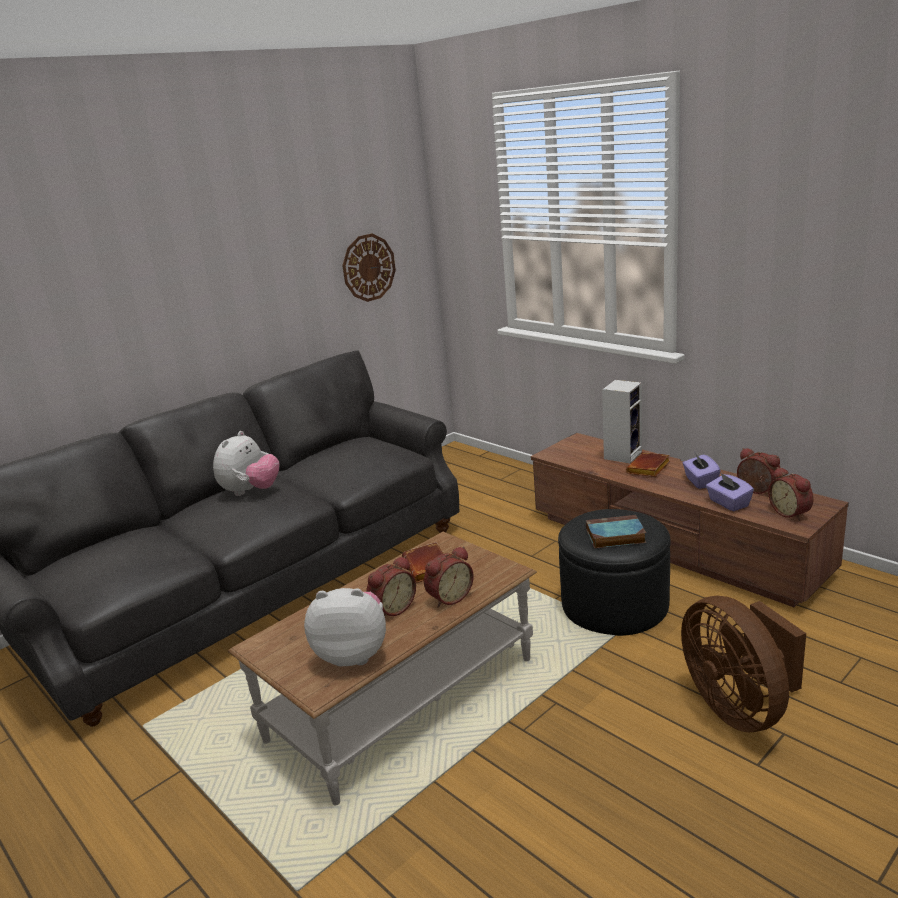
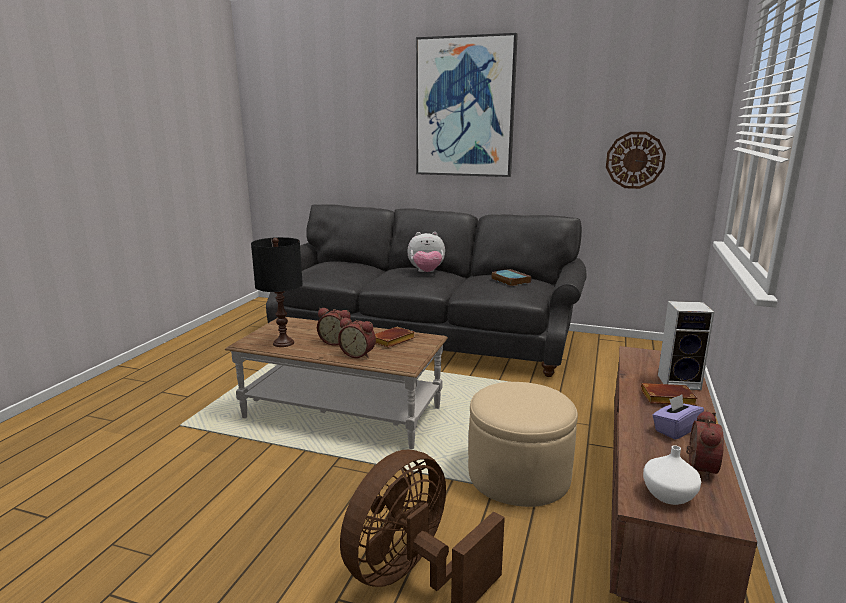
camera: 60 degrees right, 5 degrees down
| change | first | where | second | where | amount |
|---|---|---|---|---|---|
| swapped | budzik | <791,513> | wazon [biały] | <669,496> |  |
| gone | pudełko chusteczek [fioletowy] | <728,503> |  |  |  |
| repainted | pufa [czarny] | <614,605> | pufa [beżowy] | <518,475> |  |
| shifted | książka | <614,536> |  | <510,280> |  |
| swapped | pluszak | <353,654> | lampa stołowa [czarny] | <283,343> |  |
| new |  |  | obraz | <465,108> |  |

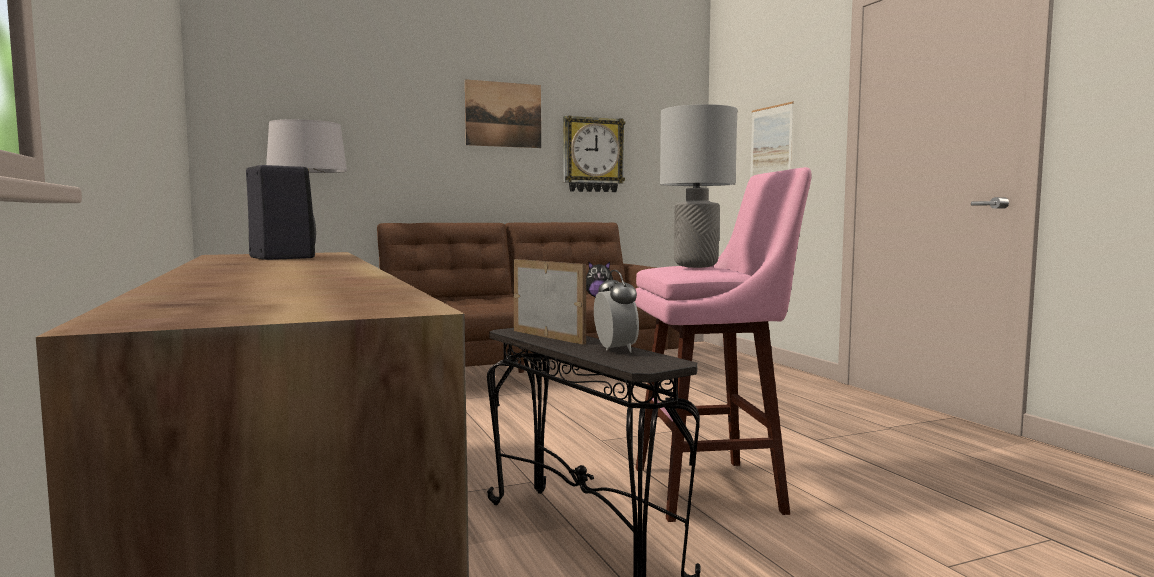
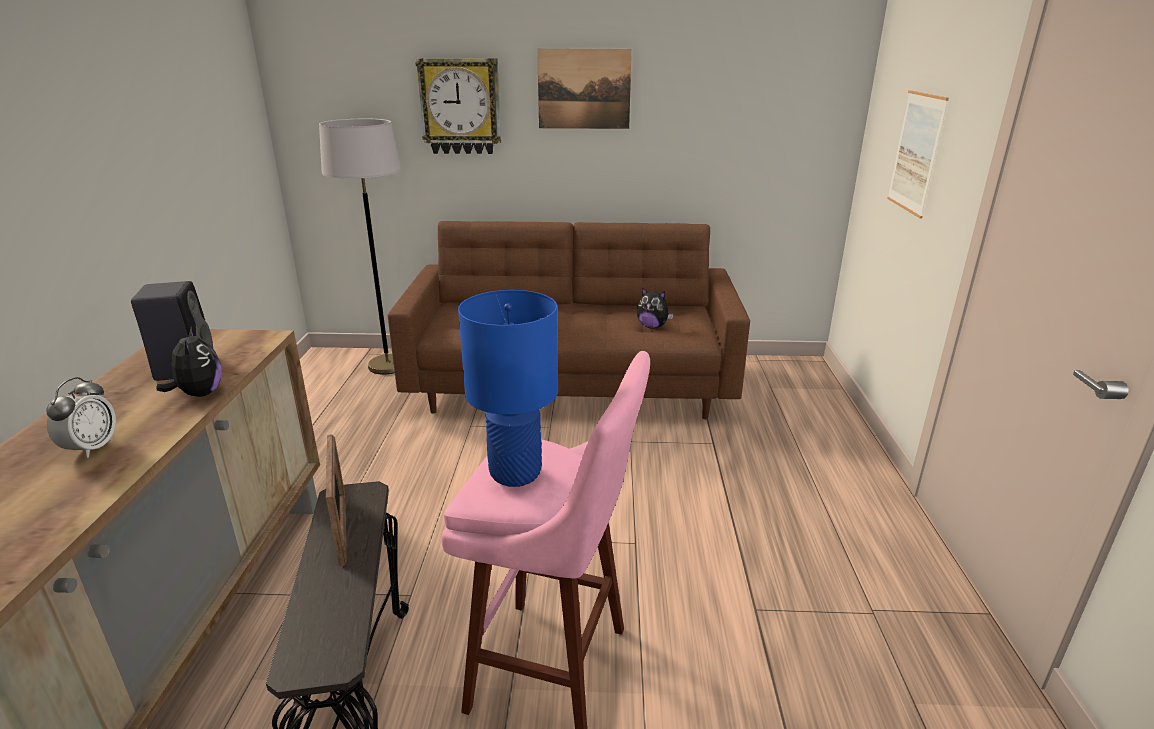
camera: 25 degrees right, 20 degrees up
| change | first | where | second | where | amount |
|---|---|---|---|---|---|
| repainted | lampa stołowa [szary] | <695,267> | lampa stołowa [niebieski] | <514,477> |  |
| shifted | zegar ścienny | <592,155> |  | <461,106> |  |
| shifted | budzik | <615,350> |  | <92,448> |  |
| new |  |  | pluszak | <199,394> |  |

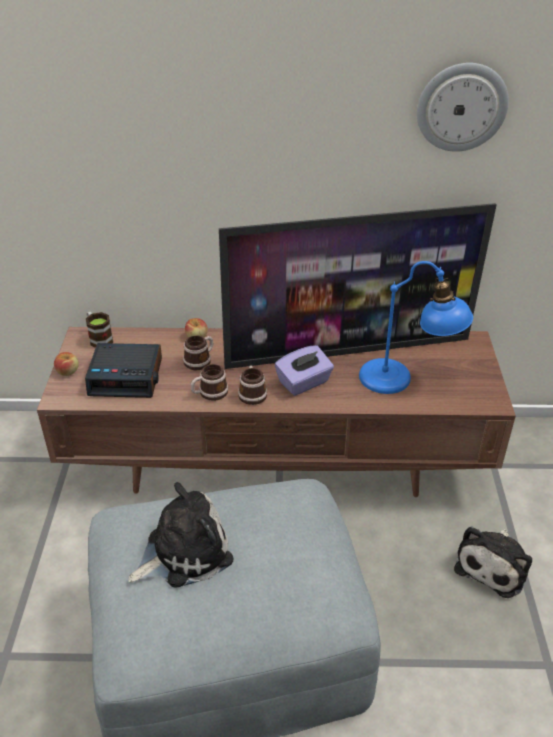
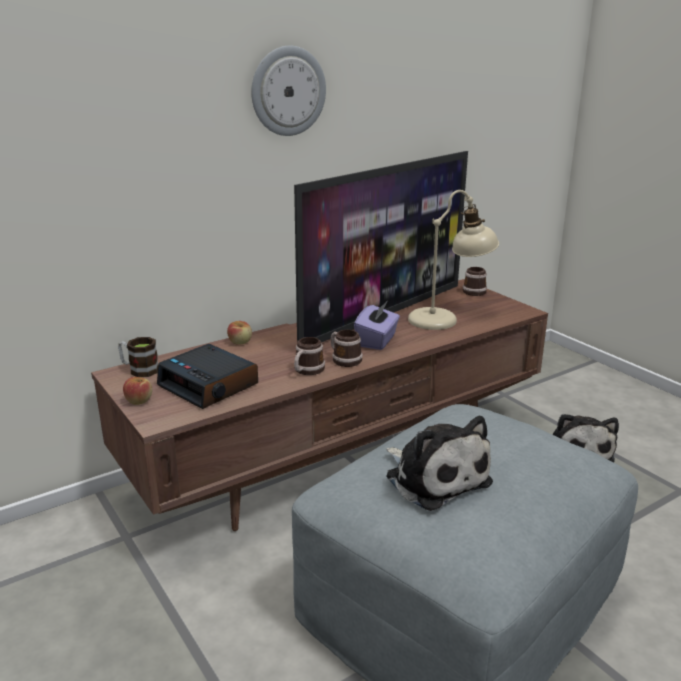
camera: 35 degrees left, 15 degrees down
| change | first | where | second | where | amount |
|---|---|---|---|---|---|
| shifted | zegar ścienny | <461,107> |  | <288,91> |  |
| repainted | lampa stołowa [niebieski] | <408,378> | lampa stołowa [beżowy] | <449,315> |  |
| shifted | kubek | <200,360> |  | <474,290> |  |
| rotated | budzik | <127,377> |  | <209,385> | 75 degrees clockwise |
| rotated | pluszak | <184,551> |  | <434,477> | 120 degrees clockwise |

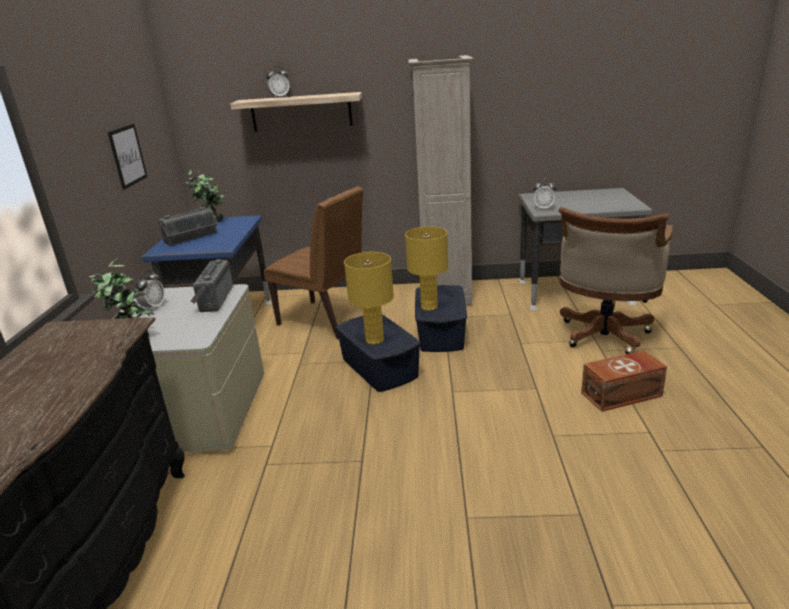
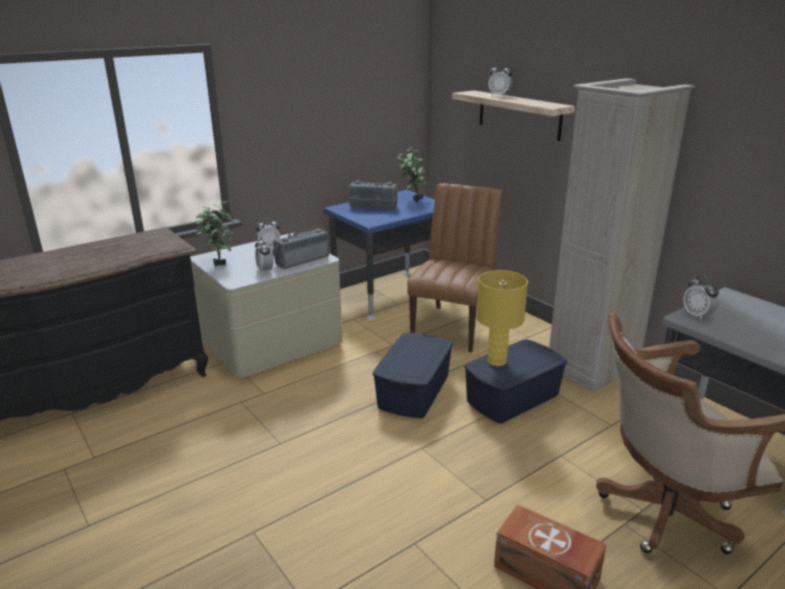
camera: 50 degrees right, 0 degrees up
| change | first | where | second | where | amount |
|---|---|---|---|---|---|
| gone | obraz | <127,156> |  |  |  |
| rotated | krzesło [brązowy] | <324,320> |  | <453,329> | 150 degrees counterclockwise |
| gone | lampa stołowa [żółty] | <374,339> |  |  |  |
| new |  |  | budzik | <265,270> |  |

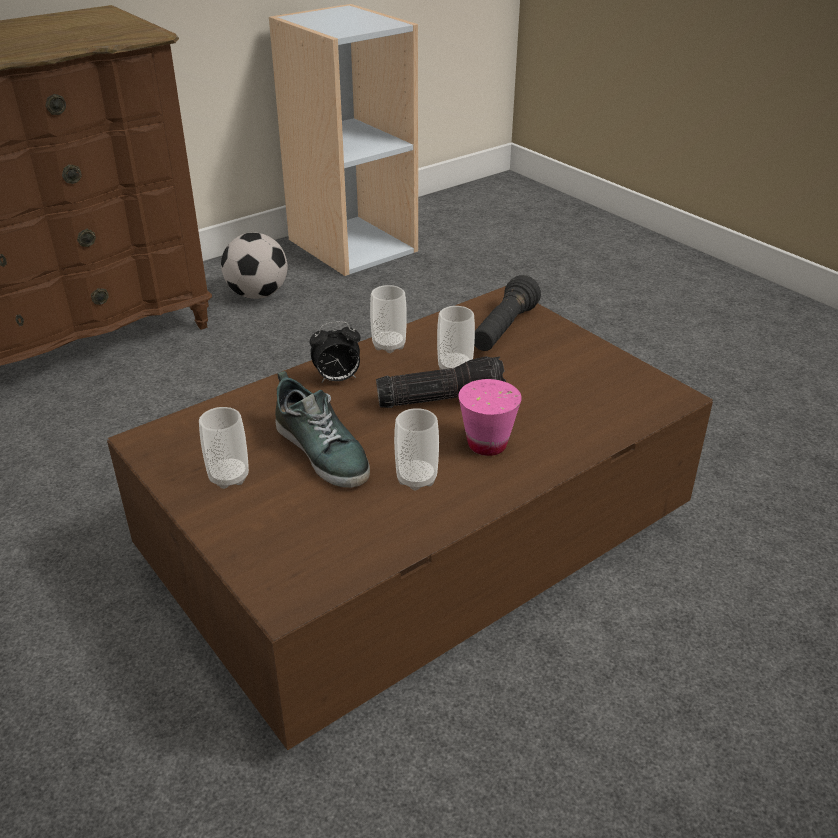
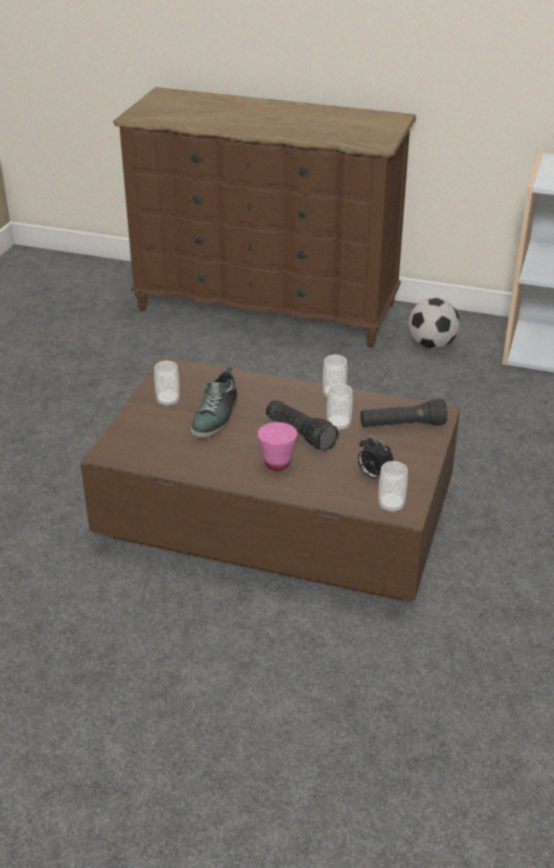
camera: 55 degrees right, 0 degrees up
| change | first | where | second | where | amount |
|---|---|---|---|---|---|
| shifted | budzik | <337,379> |  | <373,475> |  |
| shifted | filiżanka | <416,479> |  | <391,505> |  |

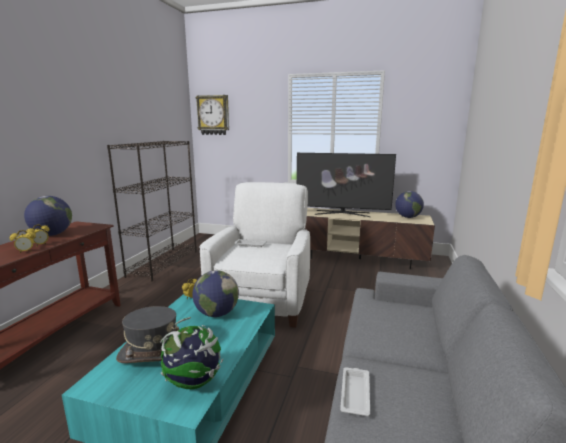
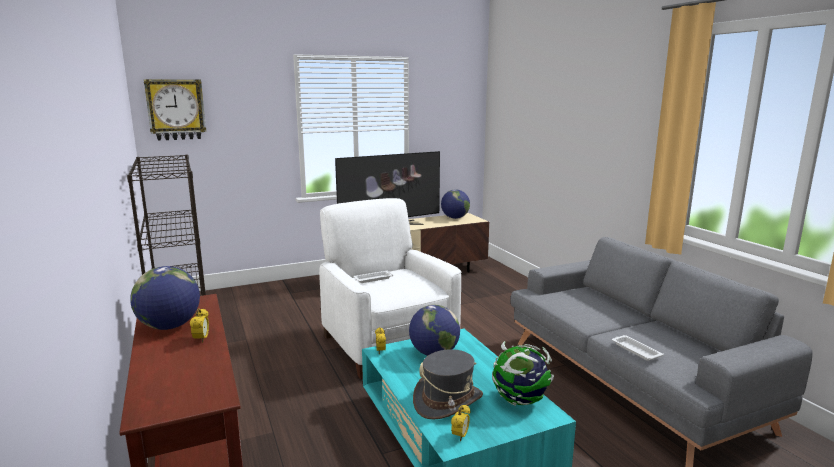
camera: 40 degrees left, 0 degrees up
| change | first | where | second | where | amount |
|---|---|---|---|---|---|
| shifted | budzik | <26,251> |  | <460,436> |  |

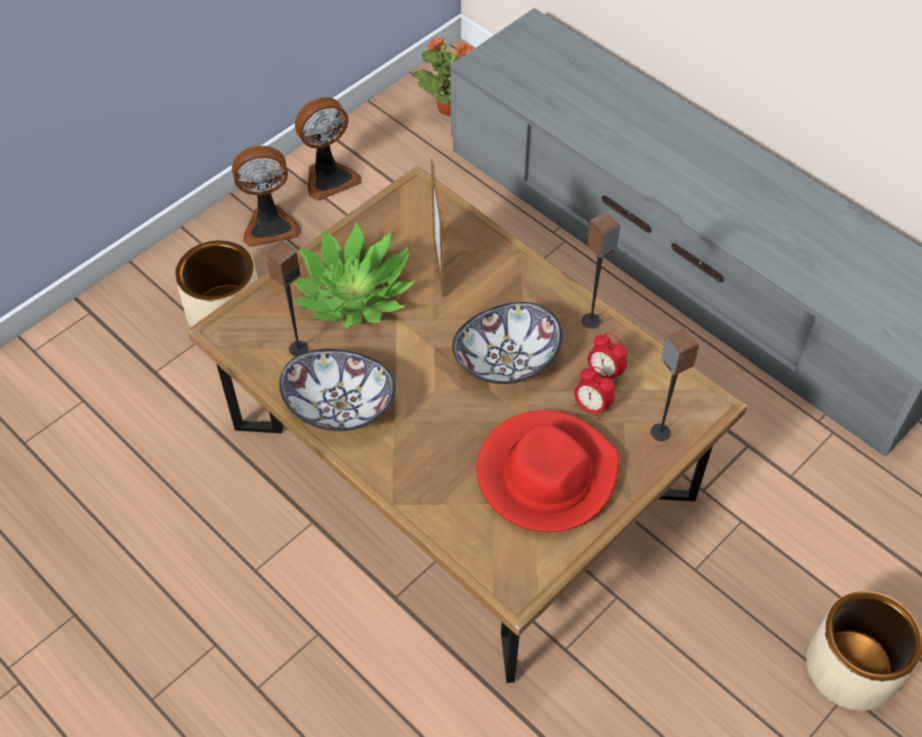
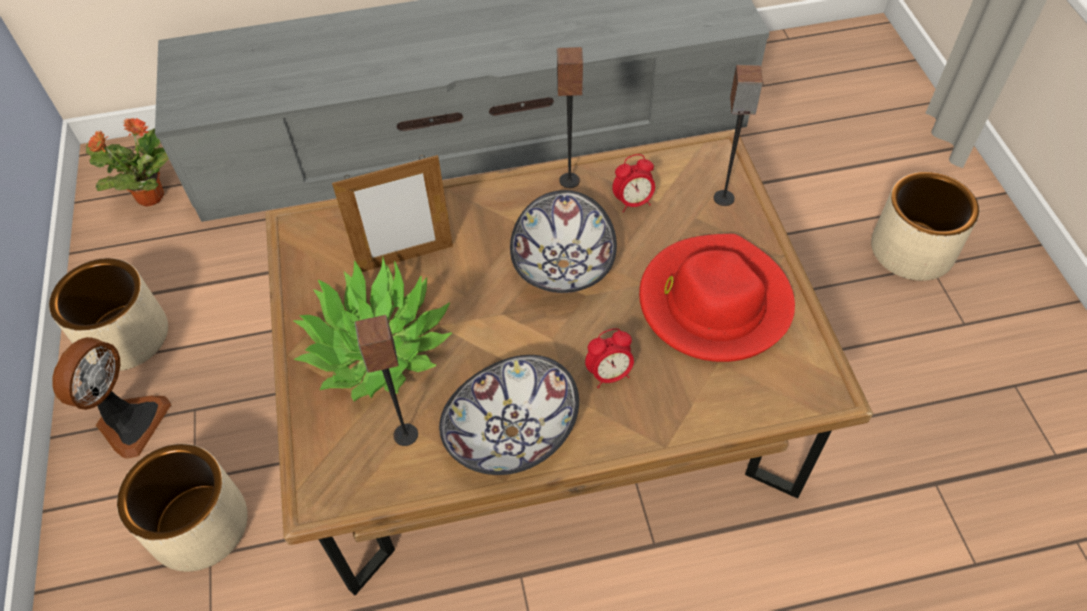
camera: 55 degrees left, 0 degrees up
| change | first | where | second | where | amount |
|---|---|---|---|---|---|
| swapped | wentylator | <329,177> | donica [beżowy] | <126,337> |  |
| rotated | ramka na zdjęcie | <438,265> |  | <406,258> | 45 degrees counterclockwise |
| shifted | budzik | <591,406> |  | <609,374> |  |

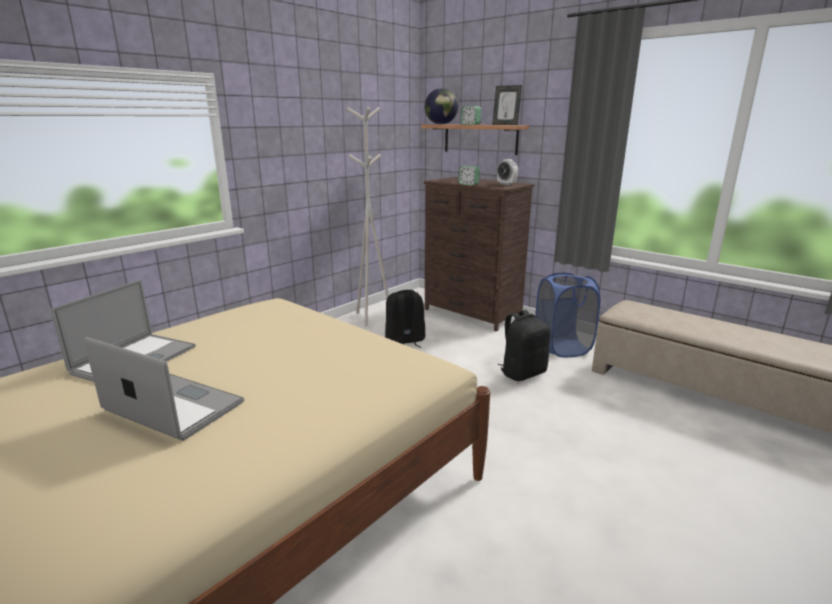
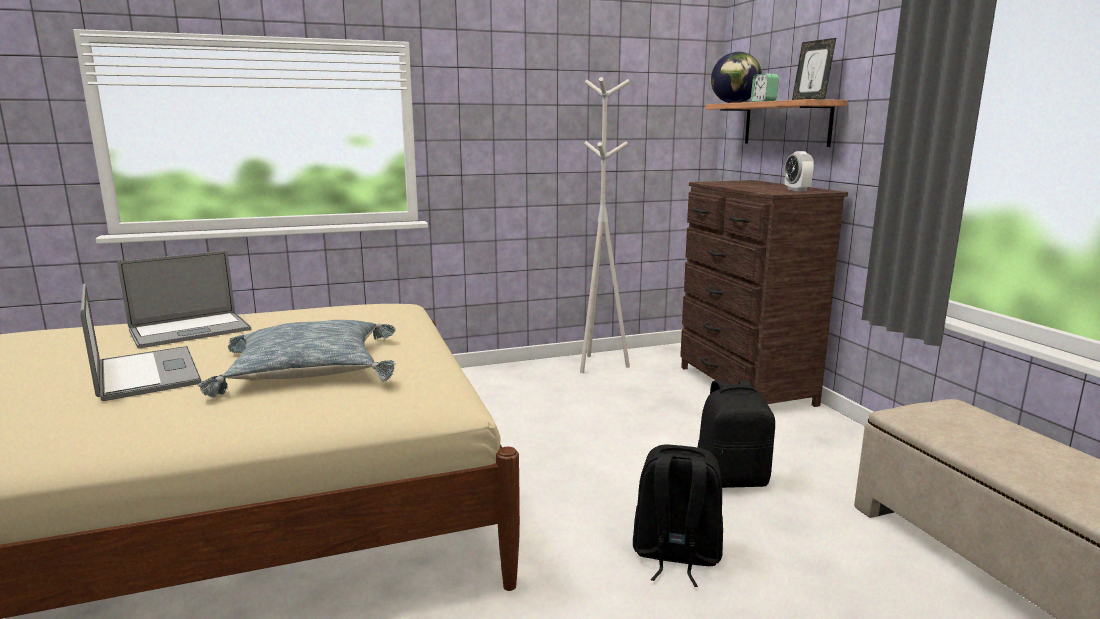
camera: 30 degrees right, 5 degrees down
| change | first | where | second | where | amount |
|---|---|---|---|---|---|
| gone | budzik | <468,184> |  |  |  |
| gone | kosz na pranie [niebieski] | <562,348> |  |  |  |
| shifted | plecak [czarny] | <405,341> |  | <675,556> |  |
| new |  |  | poduszka | <310,366> |  |

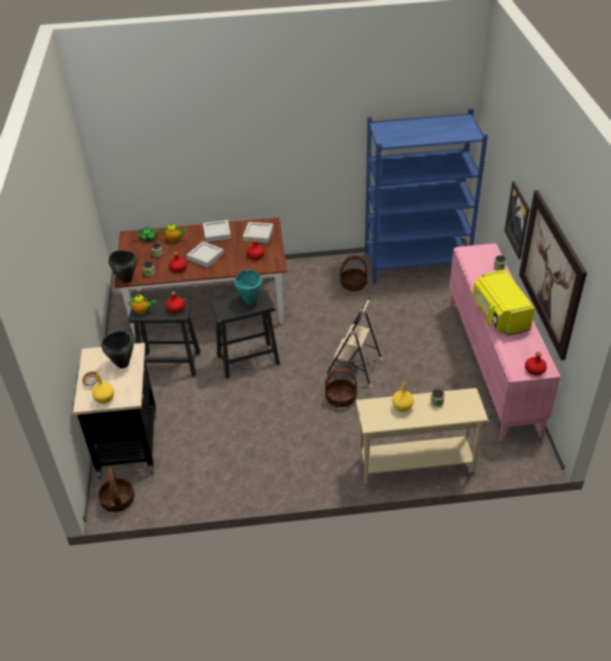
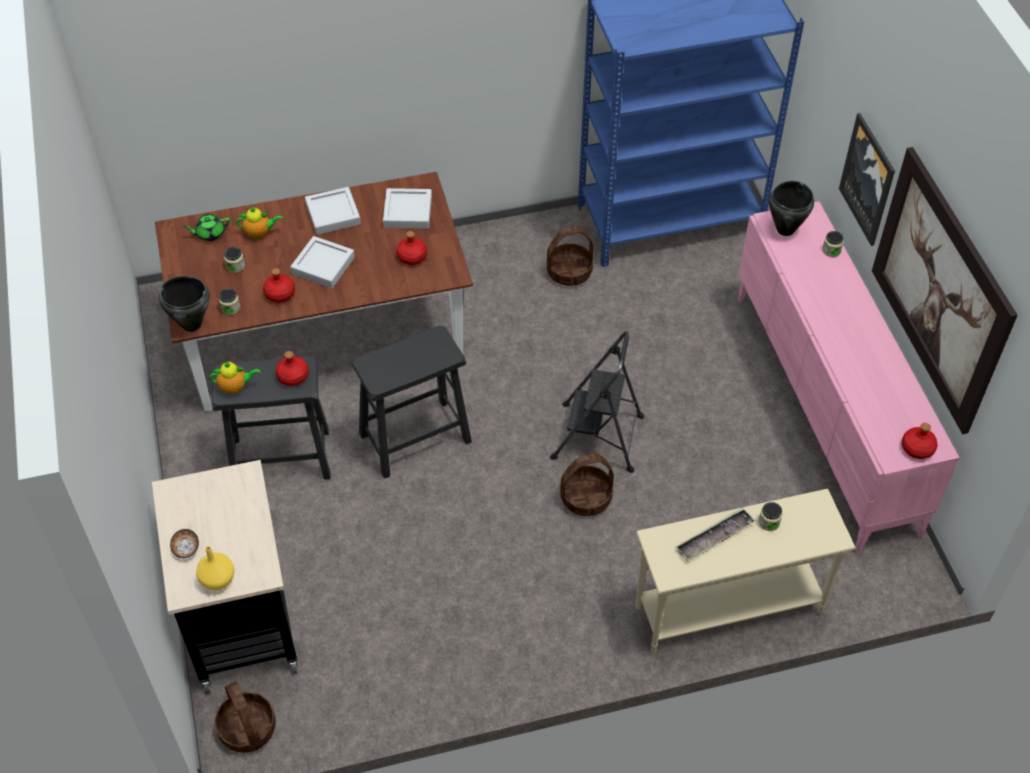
camera: 10 degrees left, 10 degrees up
| change | first | where | second | where | amount |
|---|---|---|---|---|---|
| gone | mikrofalówka [żółty] | <499,315> |  |  |  |
| gone | garnek [turkusowy] | <249,300> |  |  |  |
| repainted | drabinka [beżowy] | <355,368> | drabinka [czarny] | <600,437> |  |
| shifted | garnek [czarny] | <122,364> |  | <784,229> |  |
| swapped | wazon [żółty] | <402,407> | taca | <714,537> |  |

